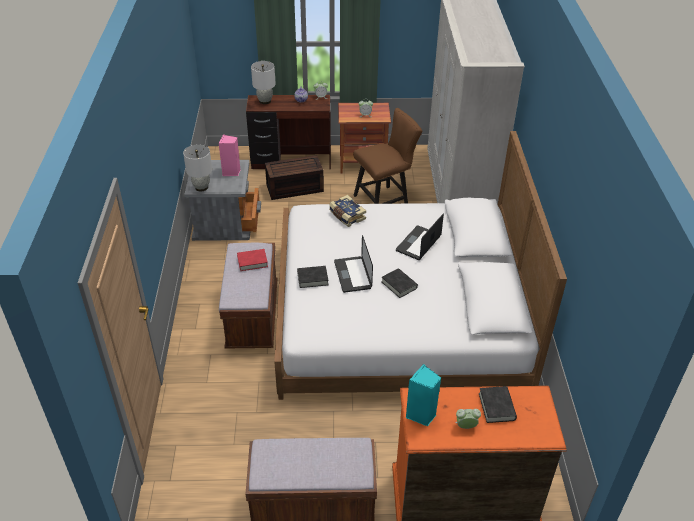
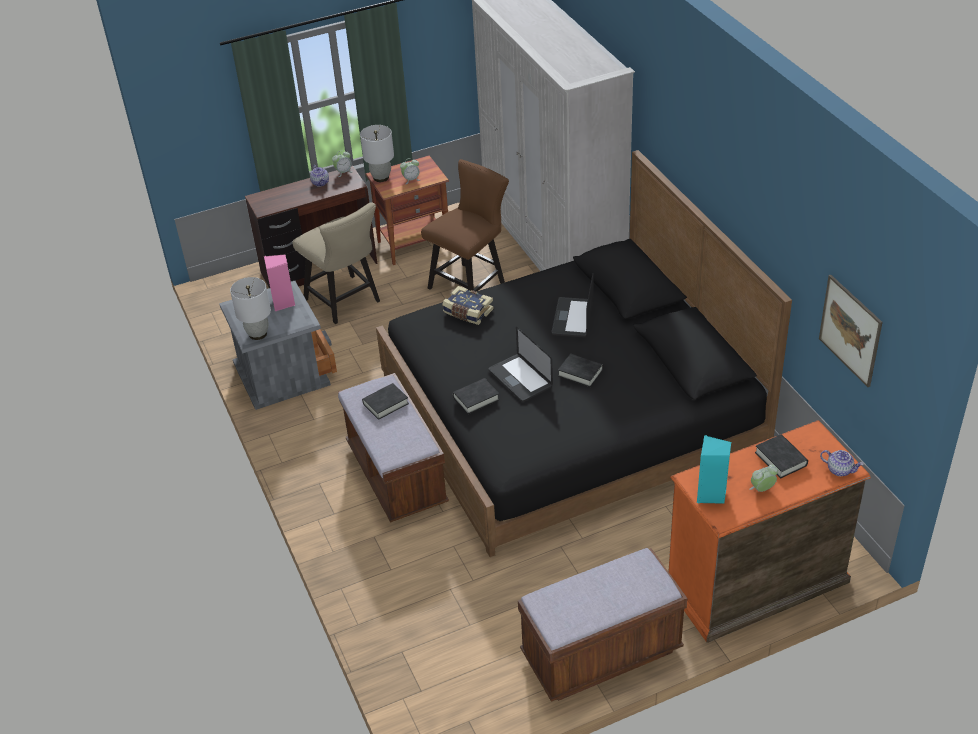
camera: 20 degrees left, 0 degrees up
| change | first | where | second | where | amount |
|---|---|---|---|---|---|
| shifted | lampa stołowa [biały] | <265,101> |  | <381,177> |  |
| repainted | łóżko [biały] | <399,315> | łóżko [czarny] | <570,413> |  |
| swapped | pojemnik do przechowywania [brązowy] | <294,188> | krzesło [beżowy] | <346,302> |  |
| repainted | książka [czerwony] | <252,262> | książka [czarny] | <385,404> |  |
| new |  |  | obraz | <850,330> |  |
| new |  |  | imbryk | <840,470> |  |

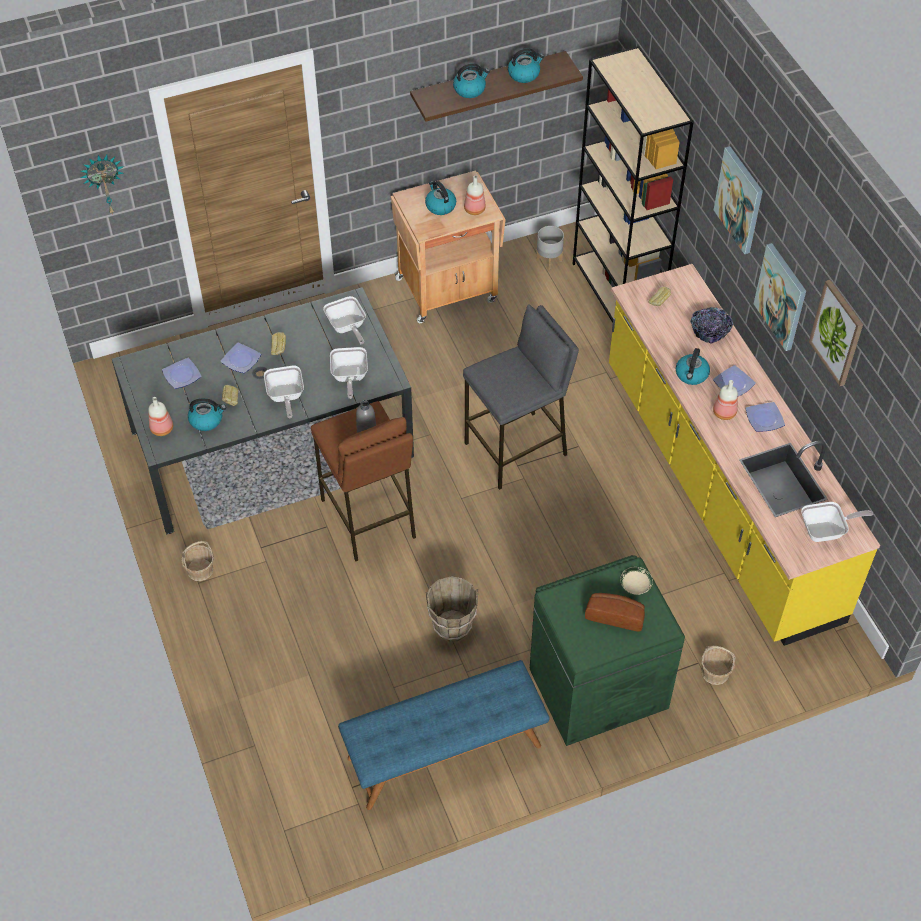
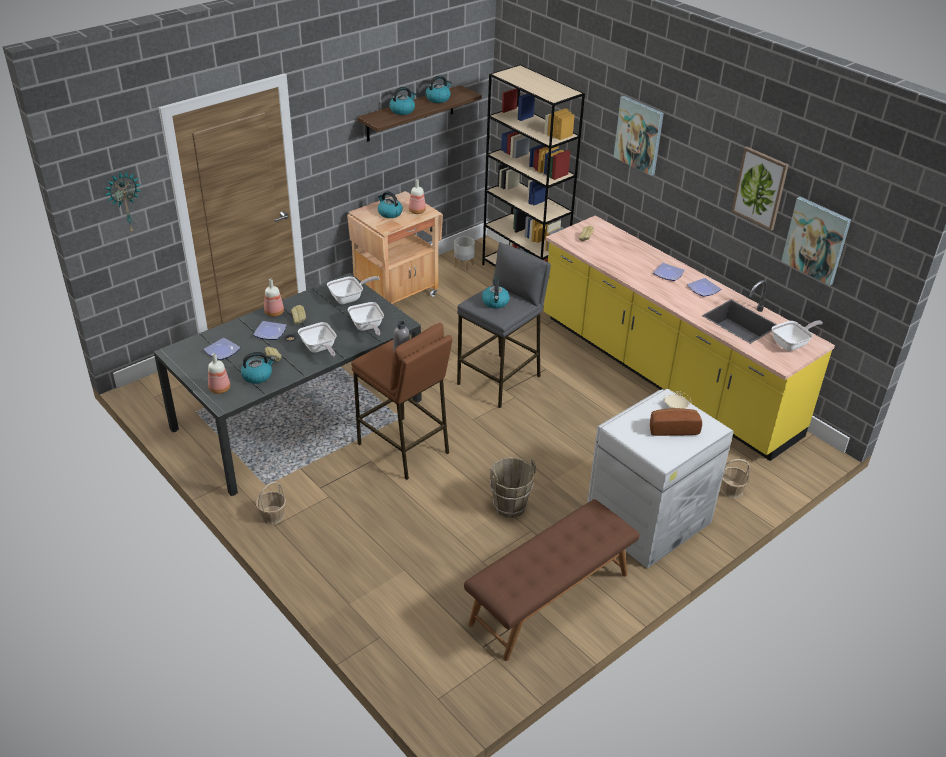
camera: 20 degrees left, 15 degrees down
| change | first | where | second | where | amount |
|---|---|---|---|---|---|
| shifted | obraz | <781,296> |  | <816,240> |  |
| rotated | patelnia | <347,328> |  | <349,298> | 75 degrees counterclockwise |
| gone | miska | <710,331> |  |  |  |
| shifted | czajnik | <691,375> |  | <495,303> |  |
| shifted | butelka | <724,412> |  | <274,312> |  |
| repainted | pralka [zielony] | <594,684> | pralka [biały] | <645,519> |  |
| repainted | ławka [niebieski] | <444,753> | ławka [brązowy] | <550,599> |  |

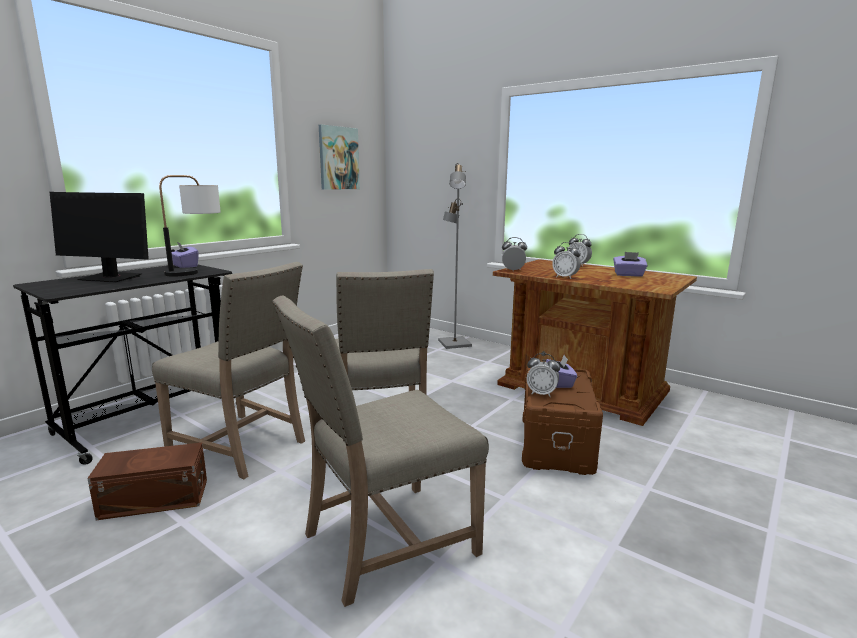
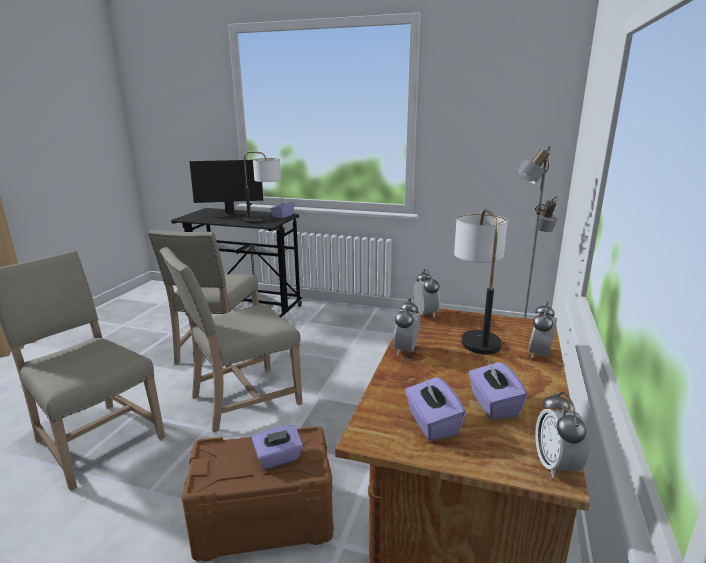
camera: 70 degrees right, 5 degrees up
| change | first | where | second | where | amount |
|---|---|---|---|---|---|
| gone | obraz | <338,158> |  |  |  |
| rotated | monitor | <111,278> |  | <230,215> | 90 degrees counterclockwise |
| shifted | budzik | <541,393> |  | <555,465> |  |
| gone | pojemnik do przechowywania [brązowy] | <153,498> |  |  |  |
| new |  |  | lampa stołowa | <475,334> |  |
| new |  |  | pudełko chusteczek [fioletowy] | <431,423> |  |

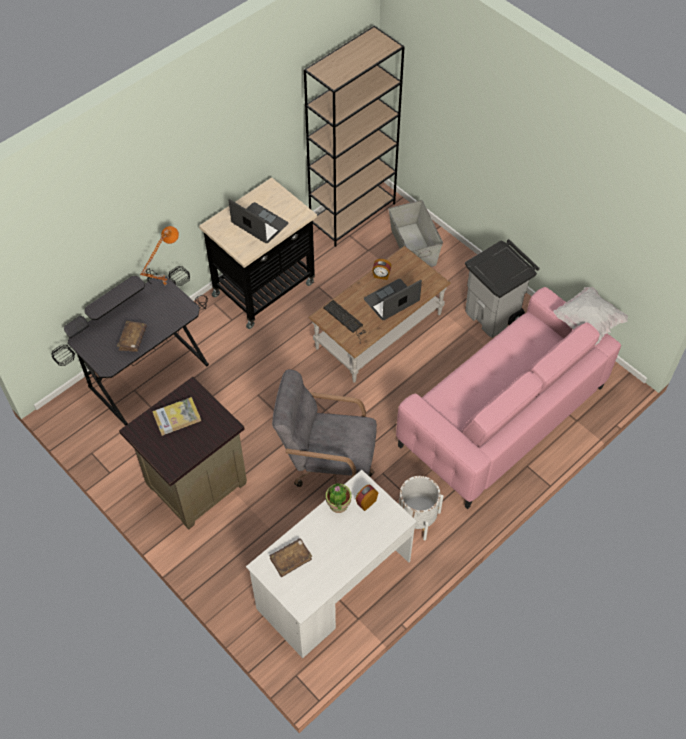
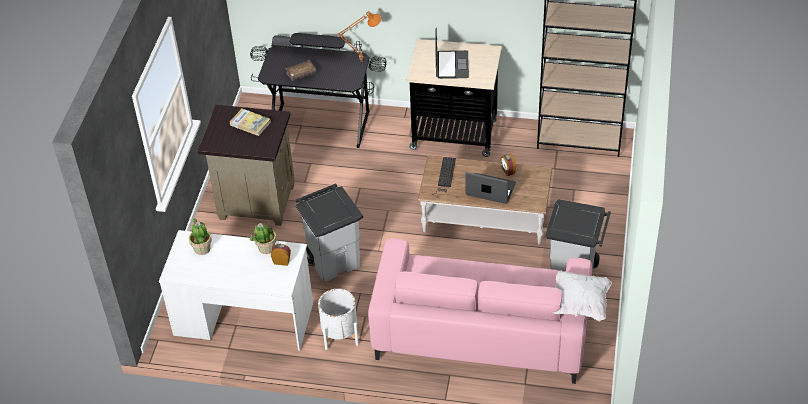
camera: 55 degrees right, 10 degrees down
| change | first | where | second | where | amount |
|---|---|---|---|---|---|
| gone | pojemnik do przechowywania [szary] | <413,246> |  |  |  |
| swapped | krzesło biurowe [szary] | <327,469> | kosz na śmieci [szary] | <334,261> |  |
| swapped | książka [brązowy] | <291,559> | roślina doniczkowa | <202,248> |  |

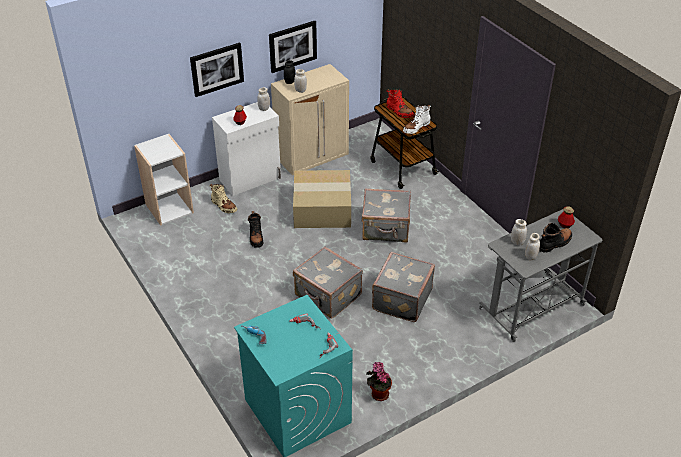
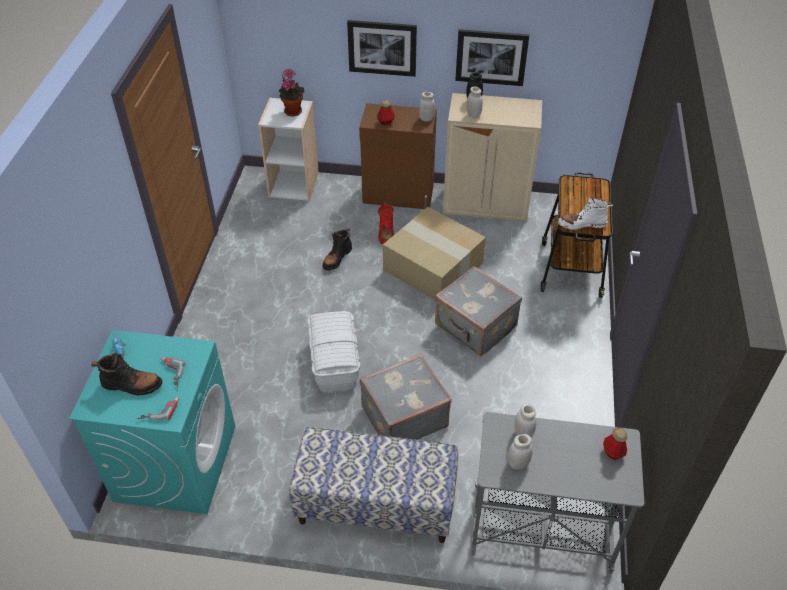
camera: 40 degrees right, 5 degrees up
| change | first | where | second | where | amount |
|---|---|---|---|---|---|
| shifted | but z cholewką [czerwony] | <399,111> |  | <386,233> |  |
| repainted | szafka [biały] | <251,179> | szafka [brązowy] | <398,195> |  |
| gone | but z cholewką [beżowy] | <224,206> |  |  |  |
| shifted | but z cholewką [czarny] | <554,243> |  | <131,385> |  |
| swapped | walizka [szary] | <327,296> | pojemnik do przechowywania [biały] | <335,363> |  |
| shifted | roślina doniczkowa | <378,394> |  | <292,110> |  |
| new |  |  | ławka | <375,505> |  |

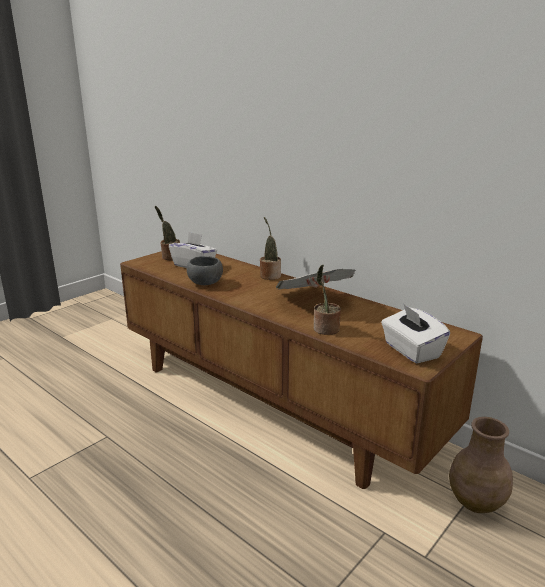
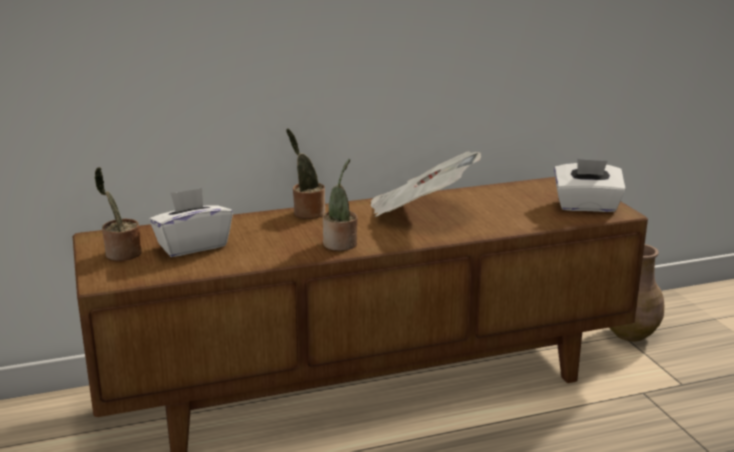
camera: 60 degrees left, 0 degrees up
| change | first | where | second | where | amount |
|---|---|---|---|---|---|
| gone | miska [szary] | <204,283> |  |  |  |
| shifted | roślina doniczkowa | <325,329> |  | <341,245> |  |

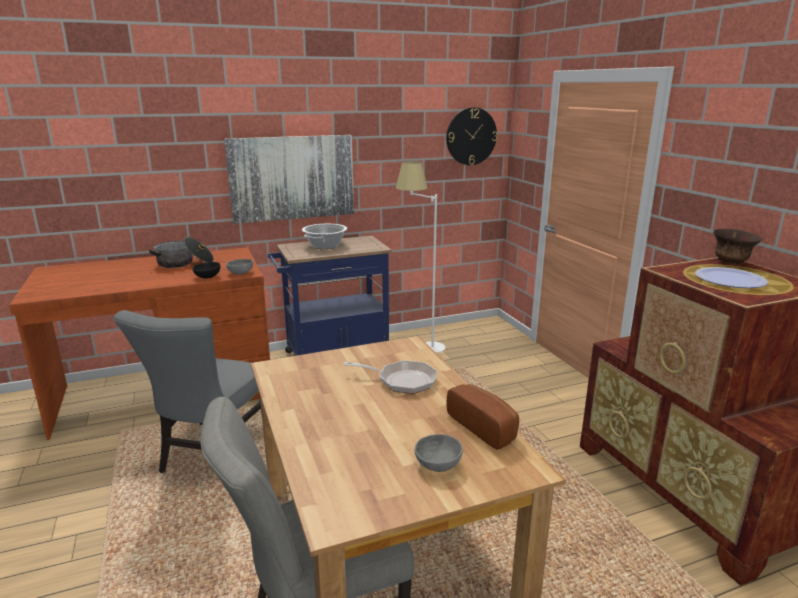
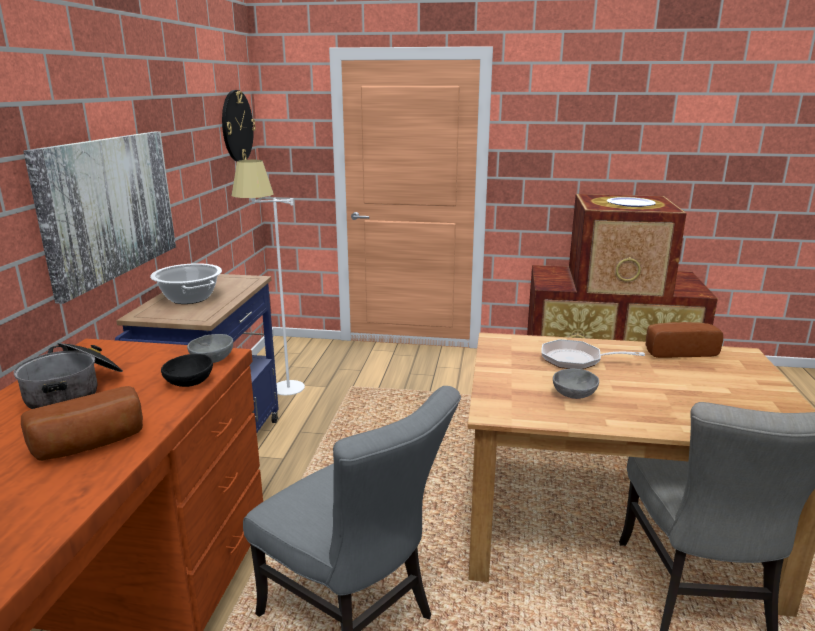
camera: 60 degrees left, 0 degrees up
| change | first | where | second | where | amount |
|---|---|---|---|---|---|
| gone | miska [brązowy] | <731,262> |  |  |  |
| rotated | patelnia | <402,381> |  | <576,360> | 120 degrees counterclockwise |
| shifted | miska [szary] | <437,465> |  | <574,395> |  |
| new |  |  | chleb | <91,445> |  |

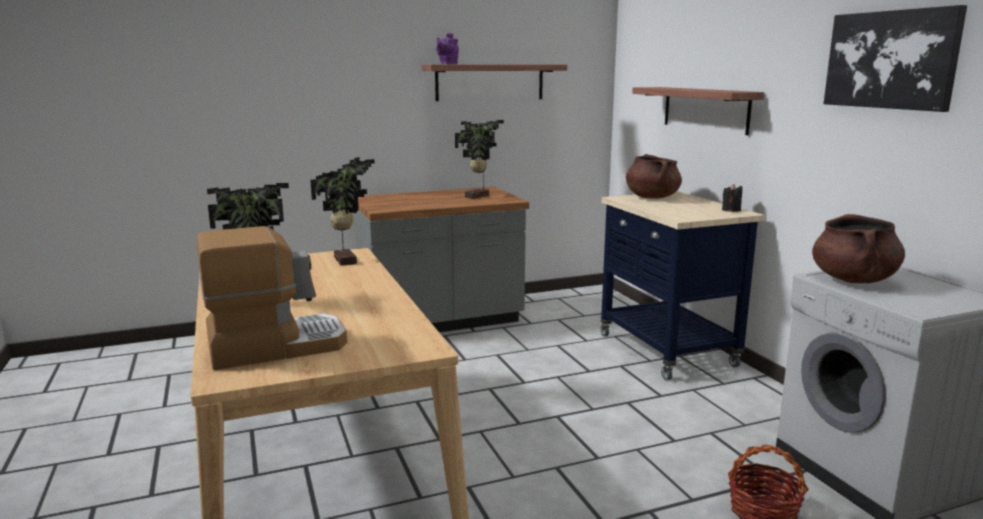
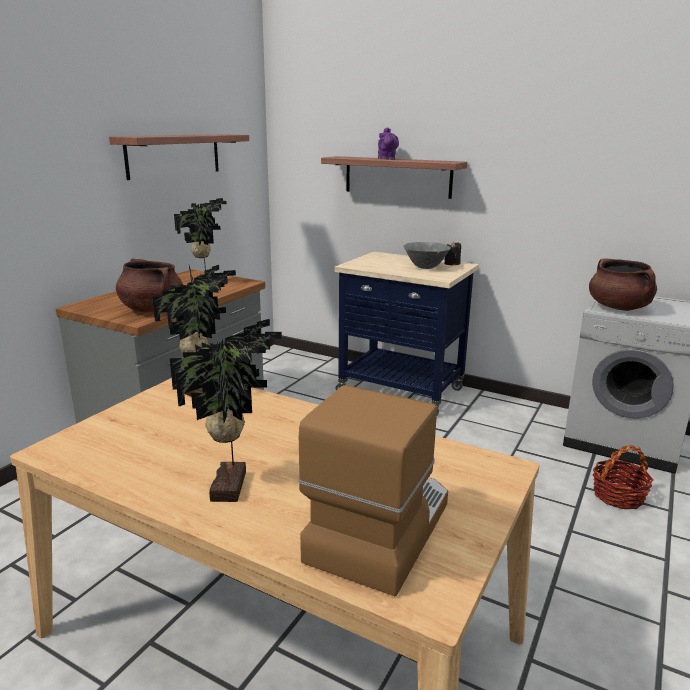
camera: 40 degrees left, 5 degrees up
| change | first | where | second | where | amount |
|---|---|---|---|---|---|
| gone | obraz | <890,60> |  |  |  |
| shifted | imbryk [fioletowy] | <447,64> |  | <387,159> |  |
| shifted | garnek [brązowy] | <652,197> |  | <152,309> |  |
| new |  |  | miska [szary] | <426,268> |  |

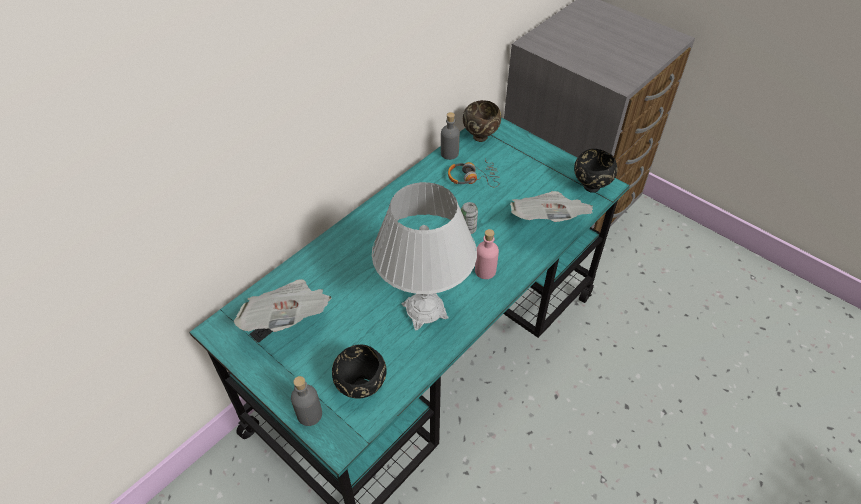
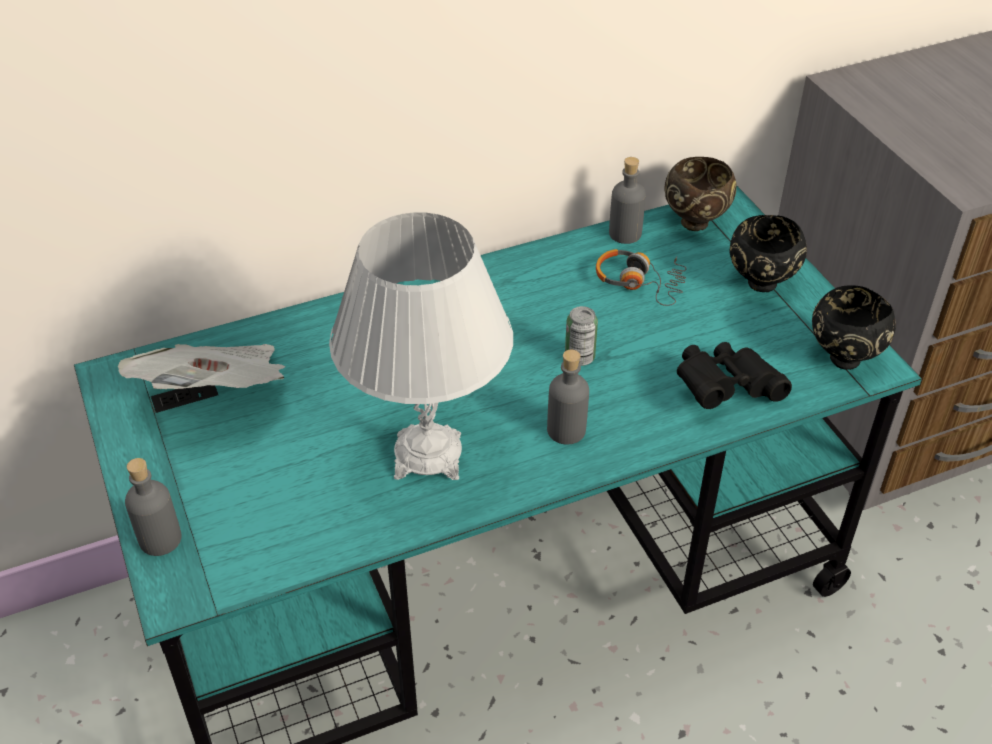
camera: 25 degrees right, 5 degrees down
| change | first | where | second | where | amount |
|---|---|---|---|---|---|
| swapped | gazeta | <547,221> | lornetka [czarny] | <725,389> |  |
| repainted | butelka [różowy] | <485,271> | butelka [szary] | <566,430> |  |
| shifted | miska [czarny] | <361,388> |  | <759,284> |  |

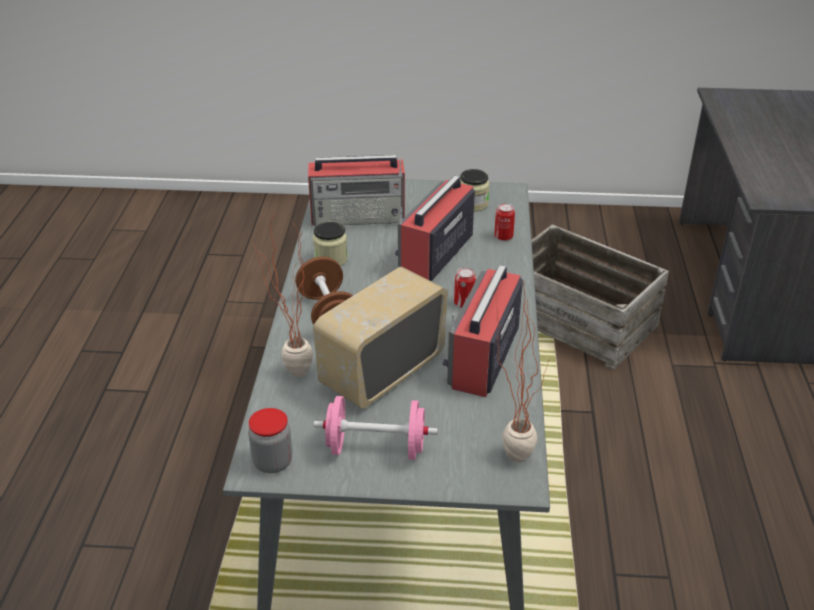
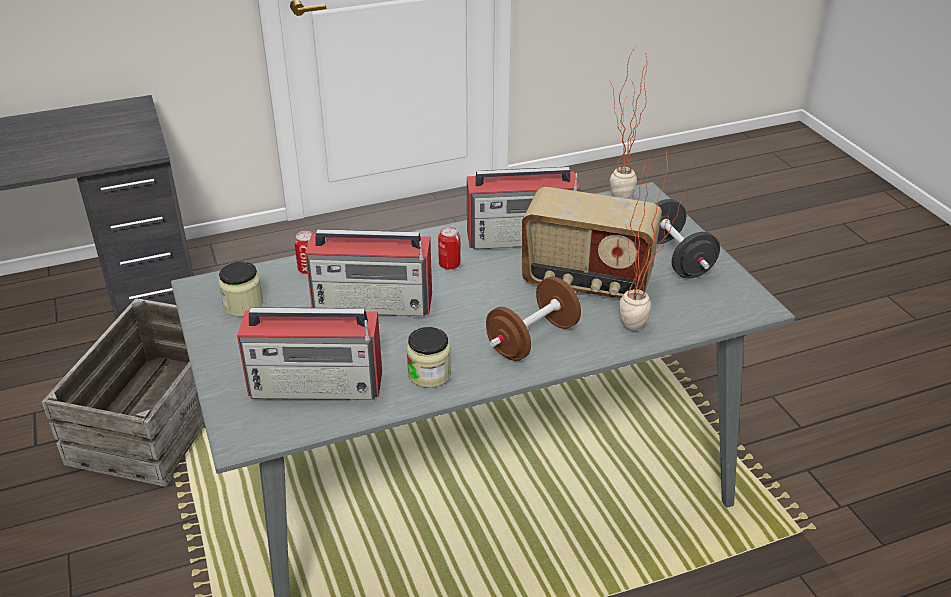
camera: 115 degrees left, 0 degrees up
| change | first | where | second | where | amount |
|---|---|---|---|---|---|
| rotated | radio | <359,216> |  | <318,384> | 120 degrees clockwise |
| repainted | hantel [różowy] | <376,448> | hantel [czarny] | <676,259> |  |
| gone | słoik | <273,462> |  |  |  |

